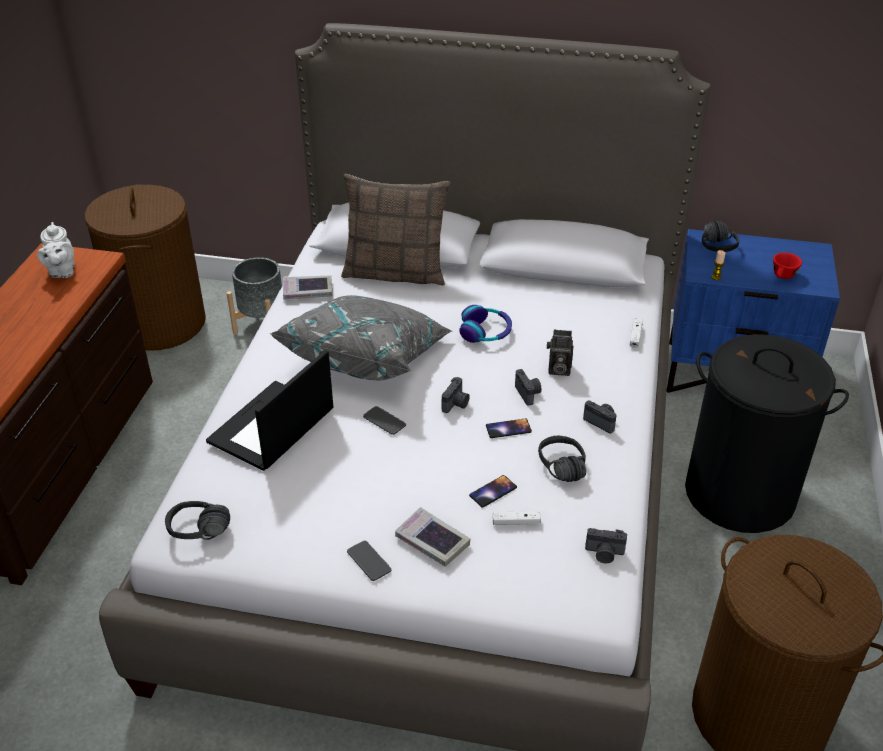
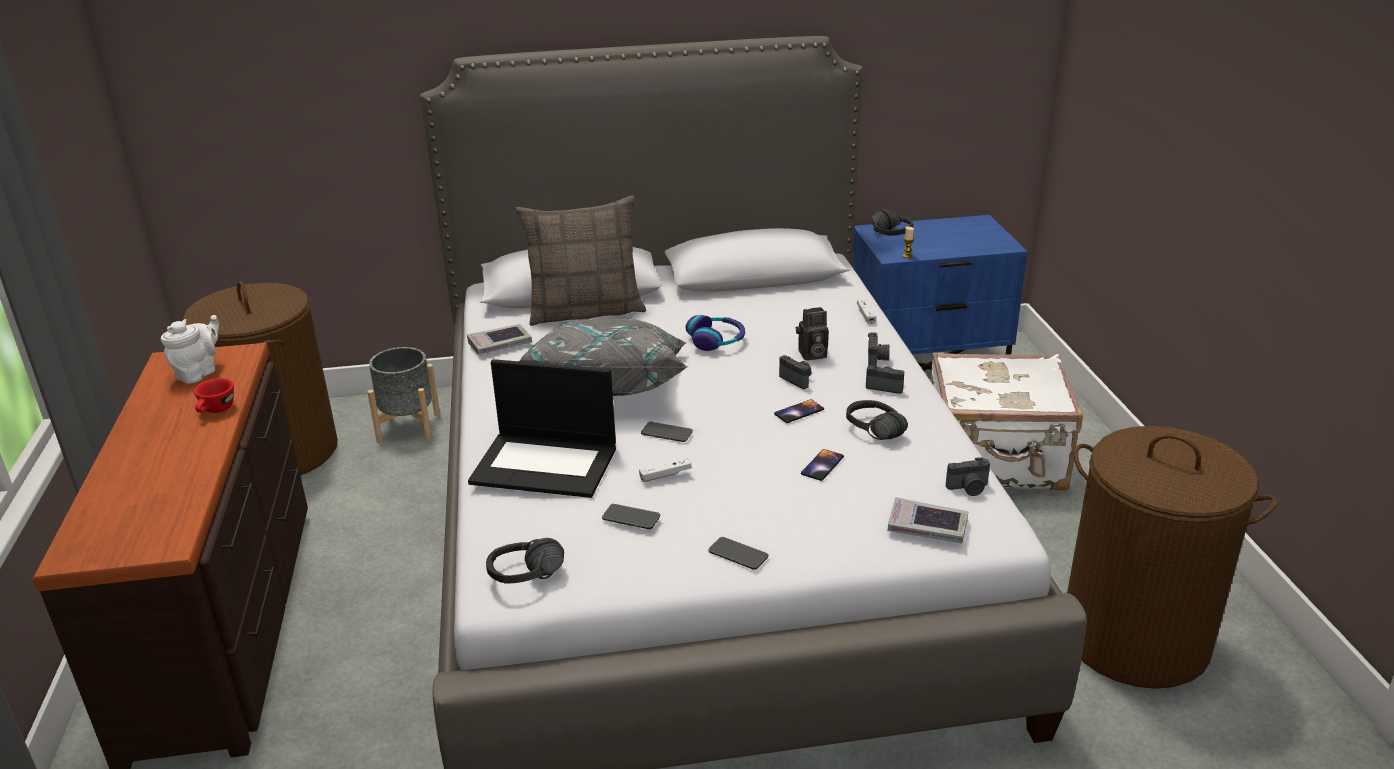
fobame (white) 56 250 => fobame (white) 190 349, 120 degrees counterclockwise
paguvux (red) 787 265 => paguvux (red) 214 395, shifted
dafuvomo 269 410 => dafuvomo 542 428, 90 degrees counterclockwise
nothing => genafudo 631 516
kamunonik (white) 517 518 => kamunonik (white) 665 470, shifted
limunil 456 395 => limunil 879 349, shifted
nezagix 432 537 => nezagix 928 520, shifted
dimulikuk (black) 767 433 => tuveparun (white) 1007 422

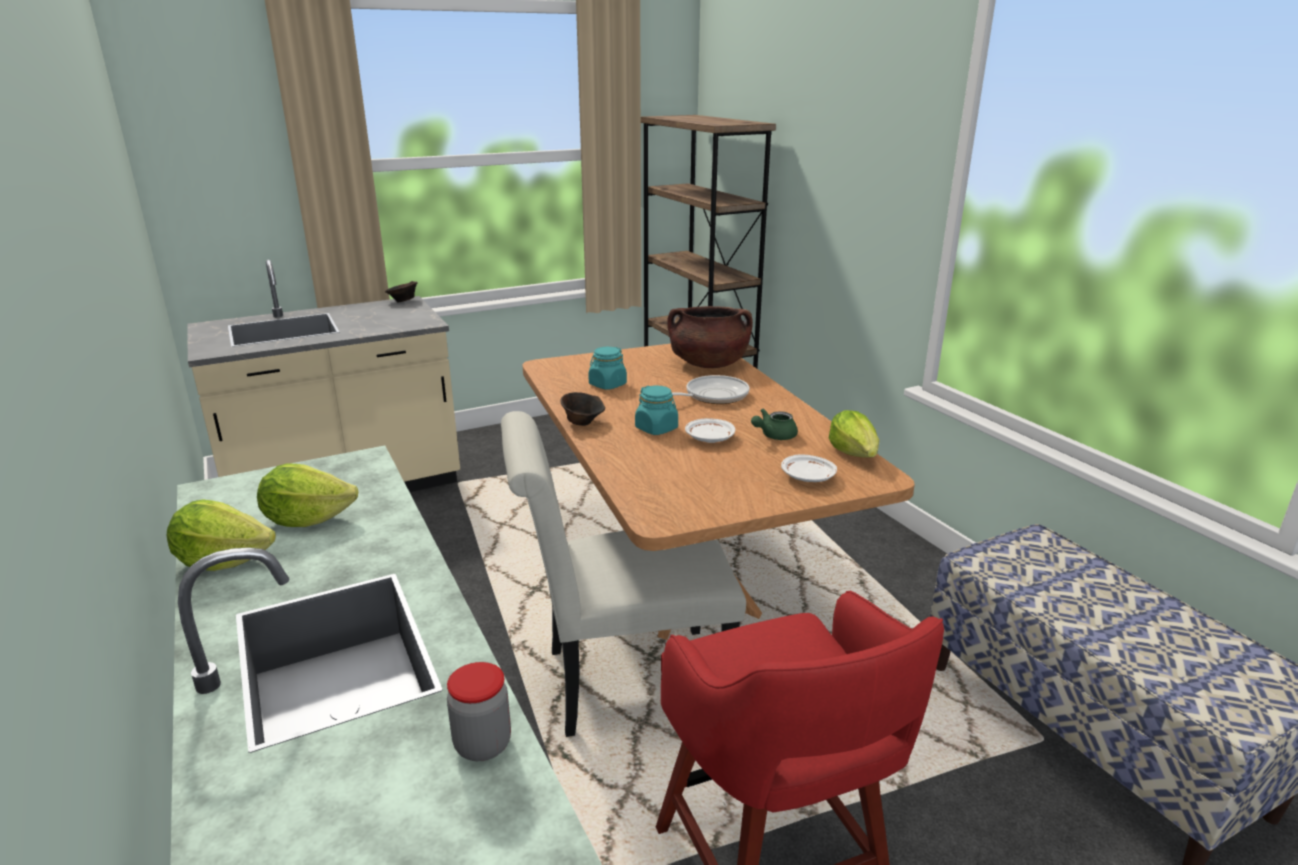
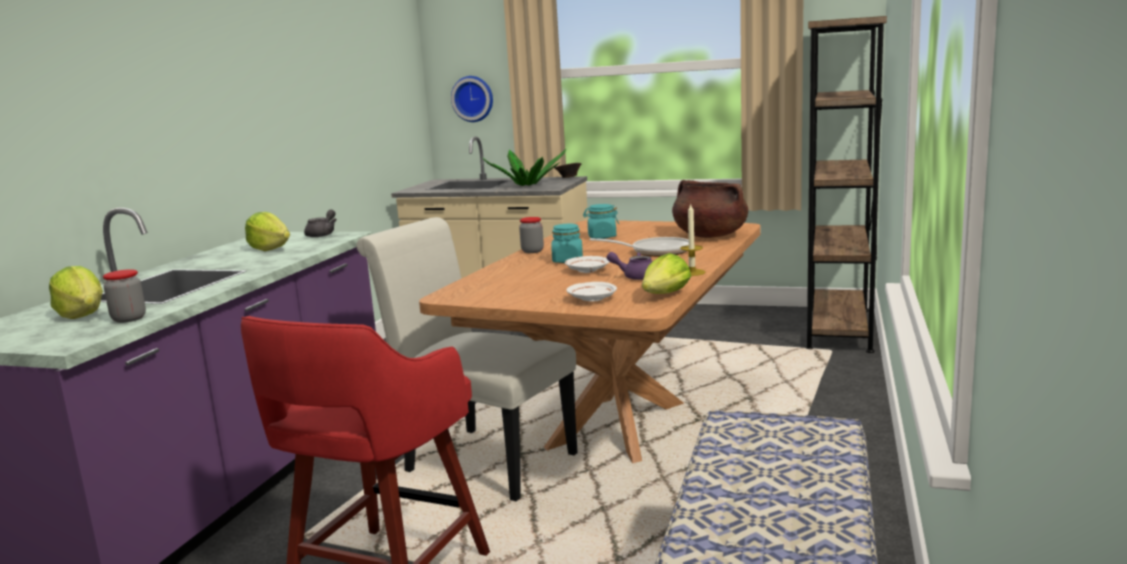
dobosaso 221 535 => dobosaso 76 292, shifted
nothing => fobame (grey) 320 223
nothing => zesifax 472 99
nothing => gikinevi 524 167
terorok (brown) 582 409 => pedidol 531 235
fobame (green) 774 424 => fobame (purple) 629 266
nothing => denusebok 692 239

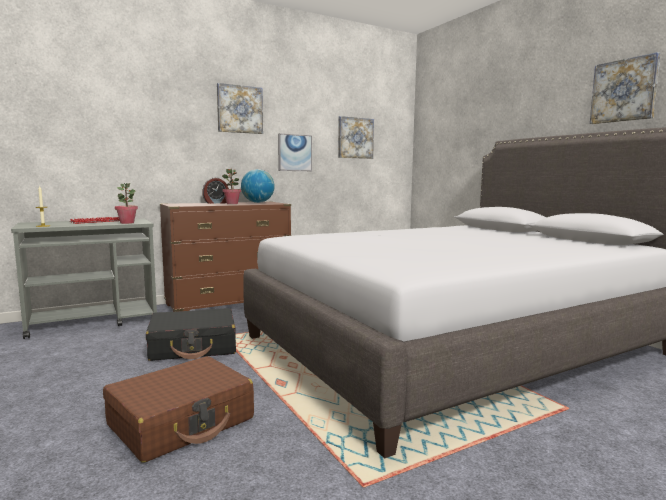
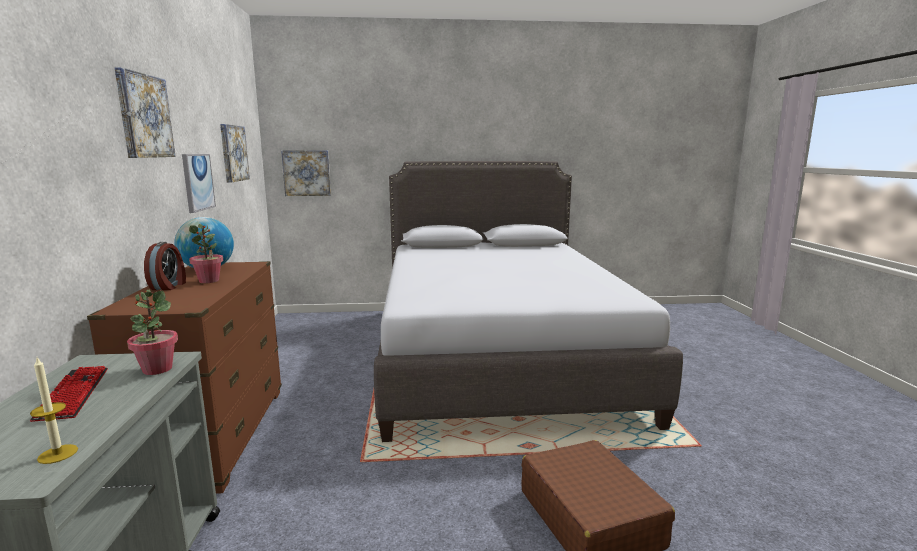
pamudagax 625 88 => pamudagax 306 173, shifted
tuveparun (black) 191 334 => nothing

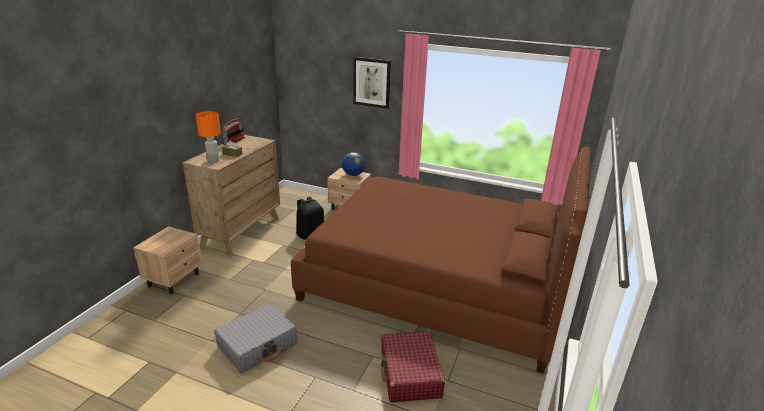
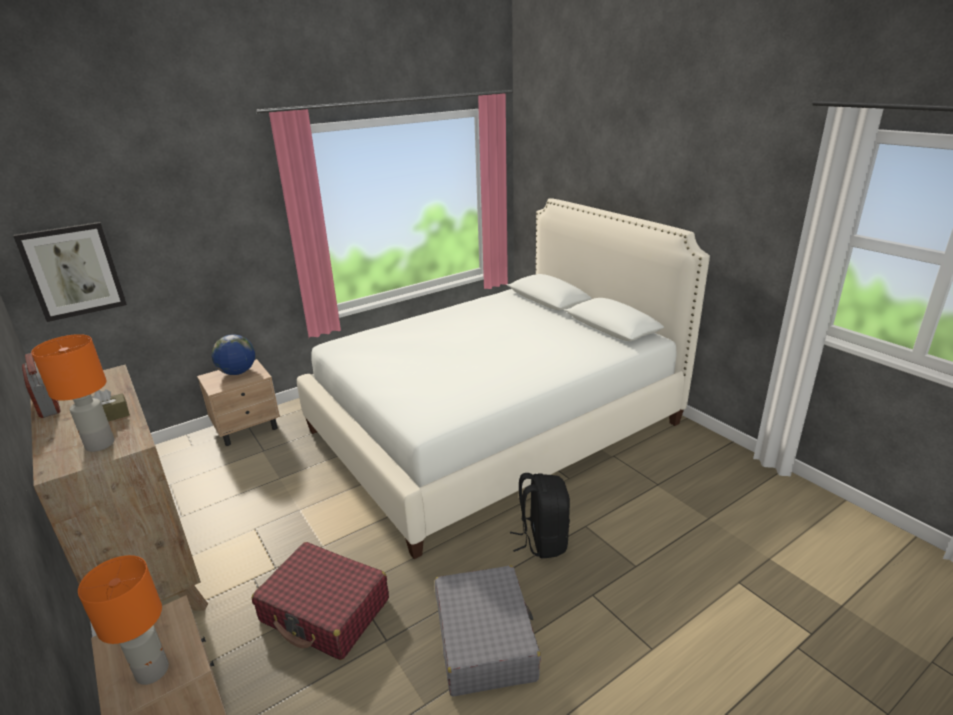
pamudagax 372 83 => pamudagax 70 272, shifted
nothing => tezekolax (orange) 123 620
tuveparun (red) 413 366 => tuveparun (red) 320 601, shifted
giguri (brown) 441 260 => giguri (white) 503 378
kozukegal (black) 310 218 => kozukegal (black) 540 515, shifted

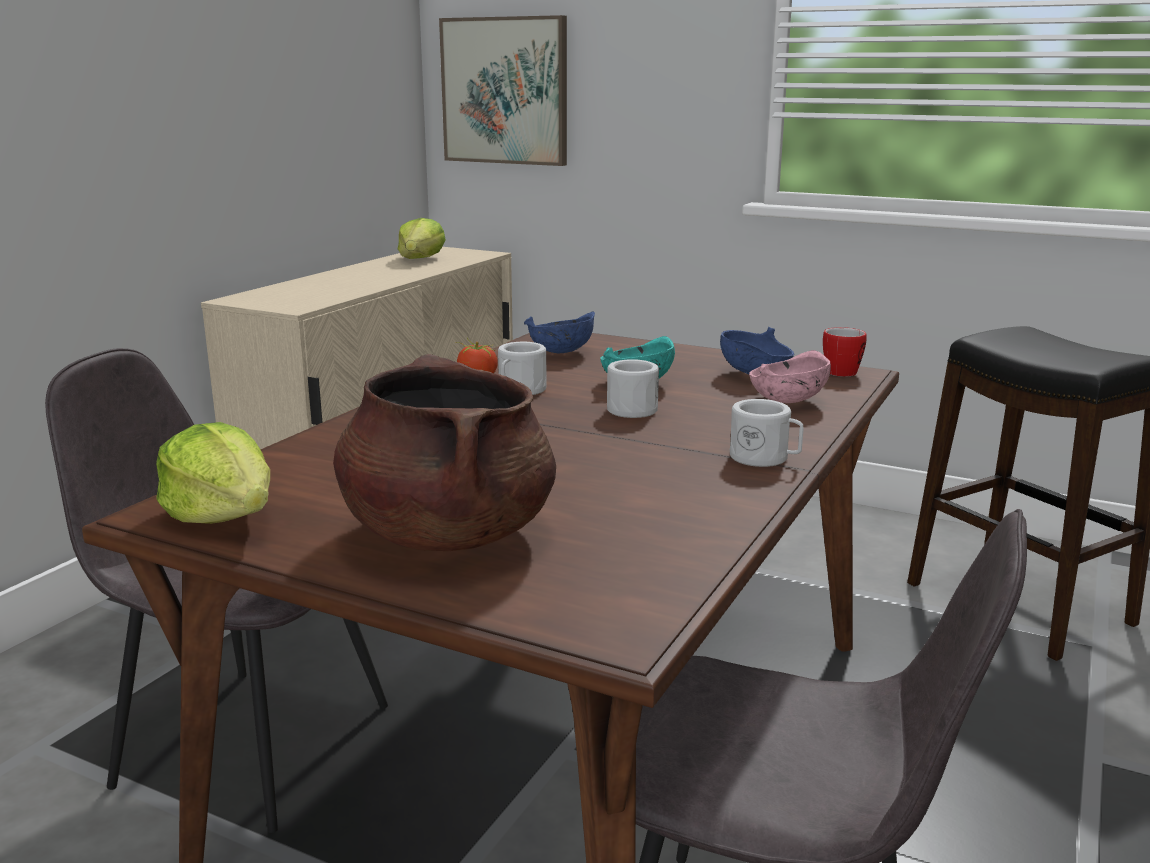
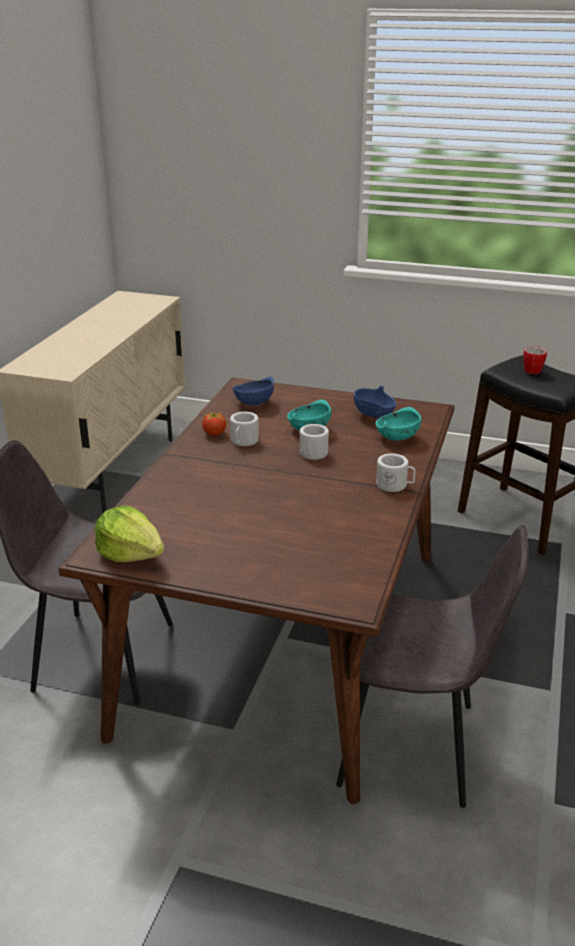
terorok (pink) 790 376 => terorok (turquoise) 398 424
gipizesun 845 352 => gipizesun 535 360, shifted
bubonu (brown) 444 452 => nothing
dobosaso 422 238 => nothing
pamudagax 503 90 => nothing

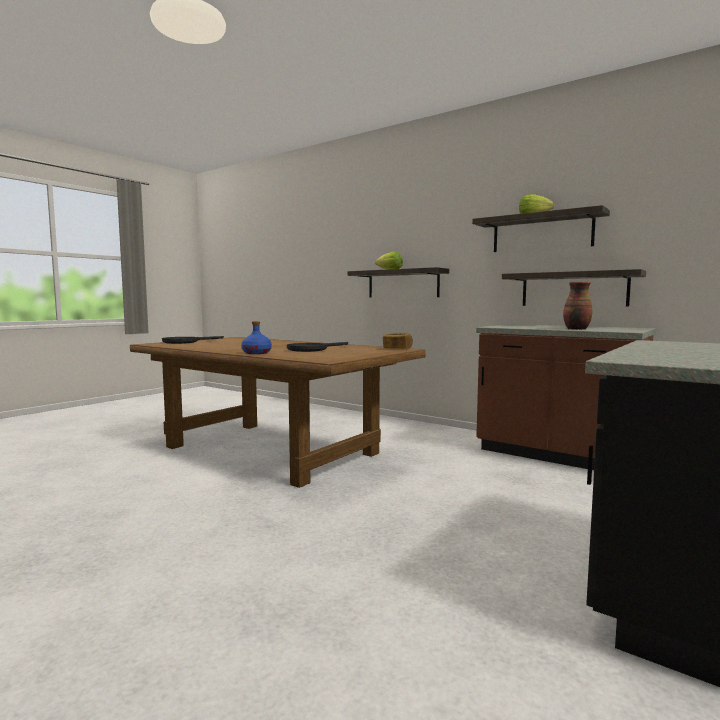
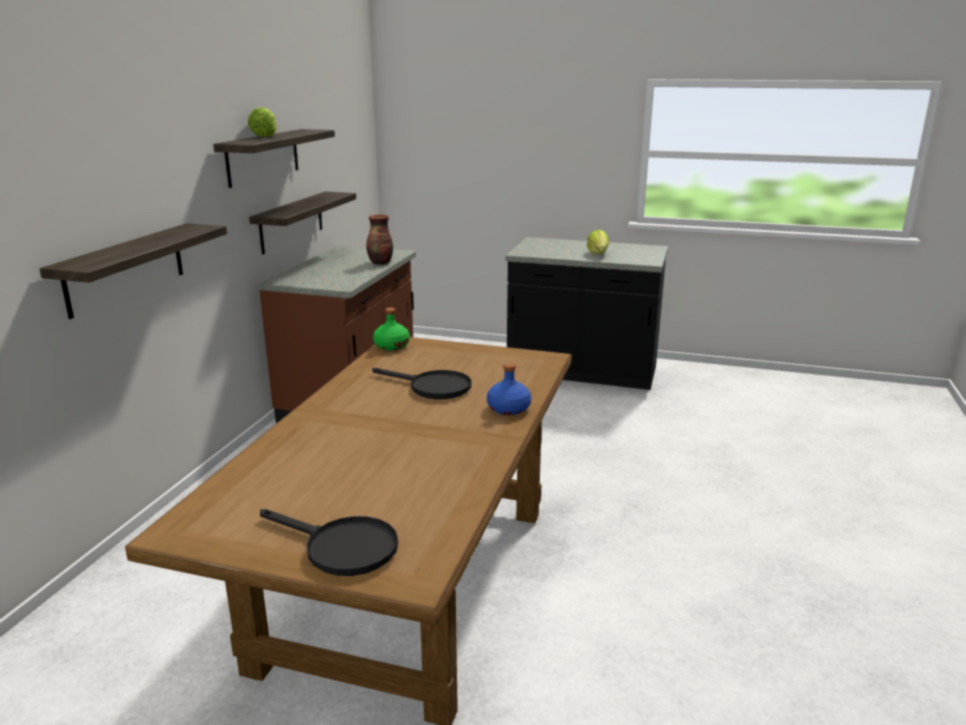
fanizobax 398 340 => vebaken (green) 391 328
dobosaso 389 260 => dobosaso 598 242, shifted

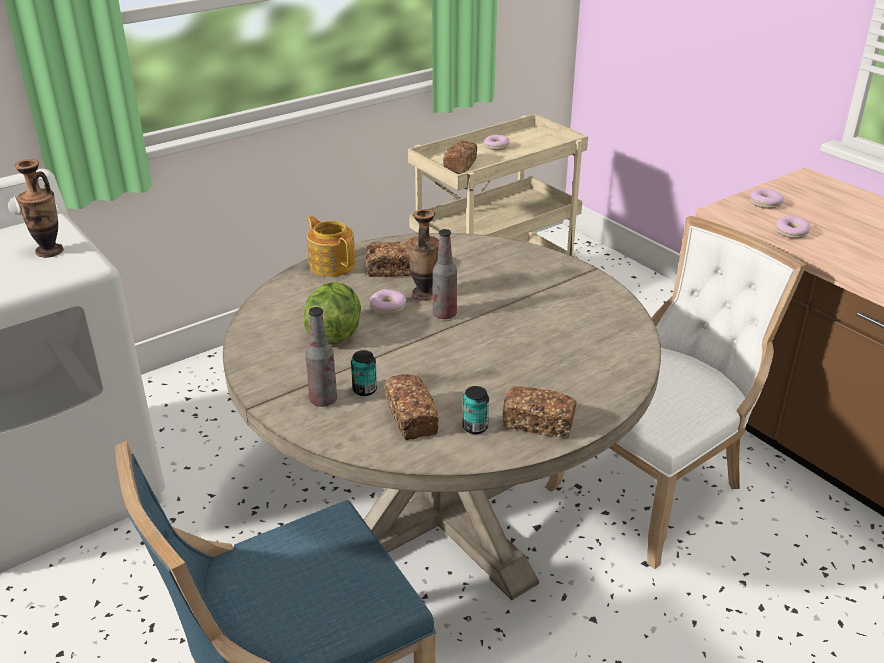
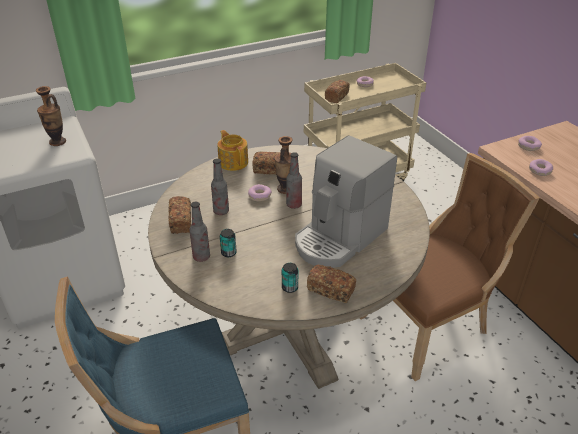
fanizobax 411 407 => fanizobax 180 215, shifted
dobosaso 332 313 => vebaken 220 187
nothing => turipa 346 201
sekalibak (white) 675 392 => sekalibak (brown) 450 267

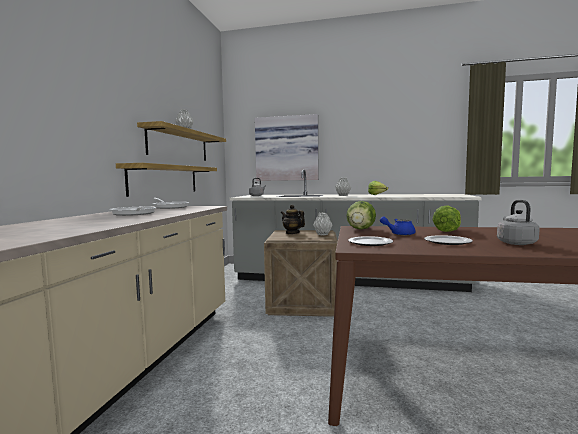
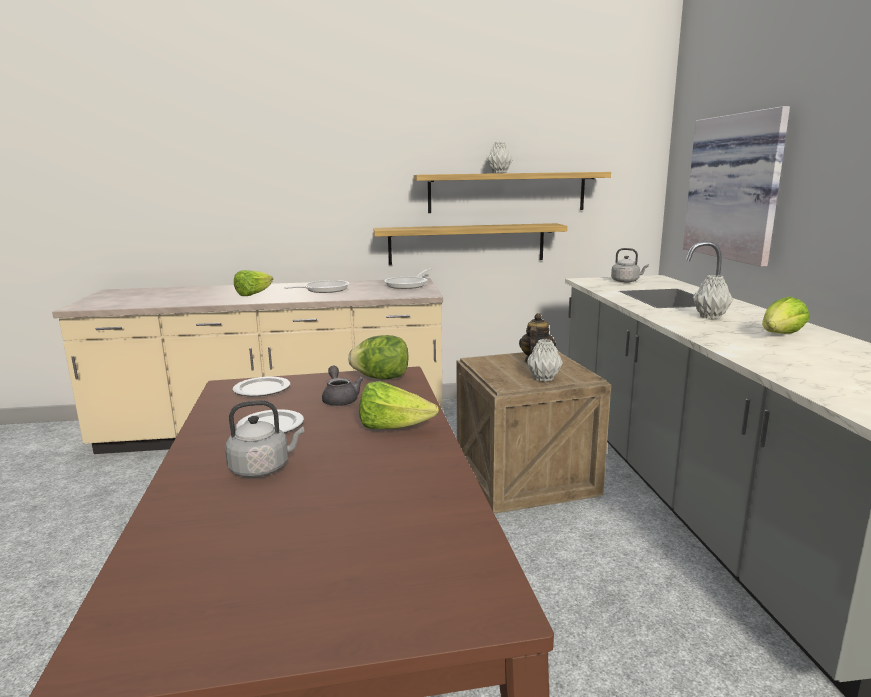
nothing => dobosaso 253 283
fobame (blue) 398 225 => fobame (grey) 343 386

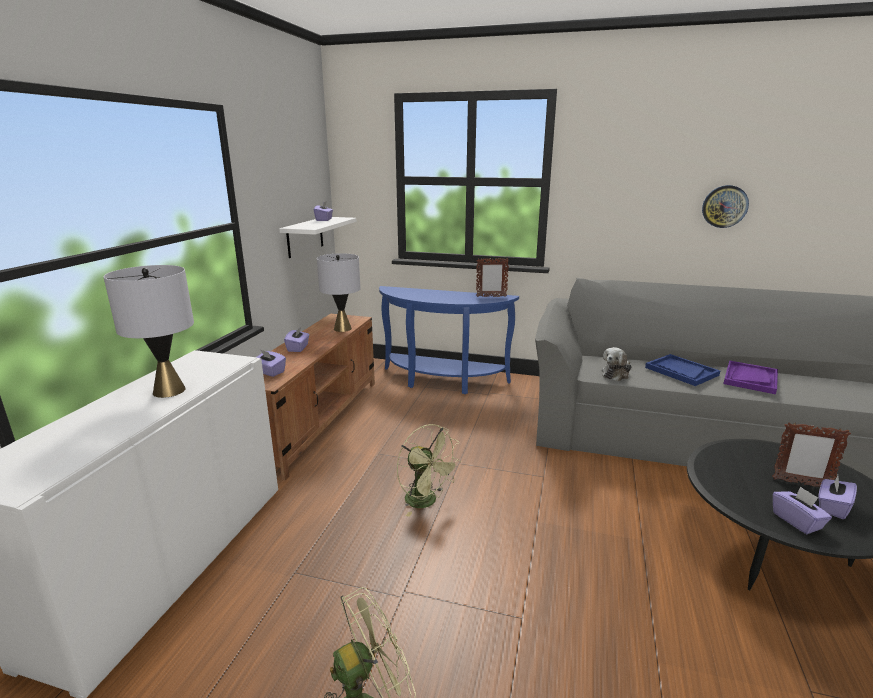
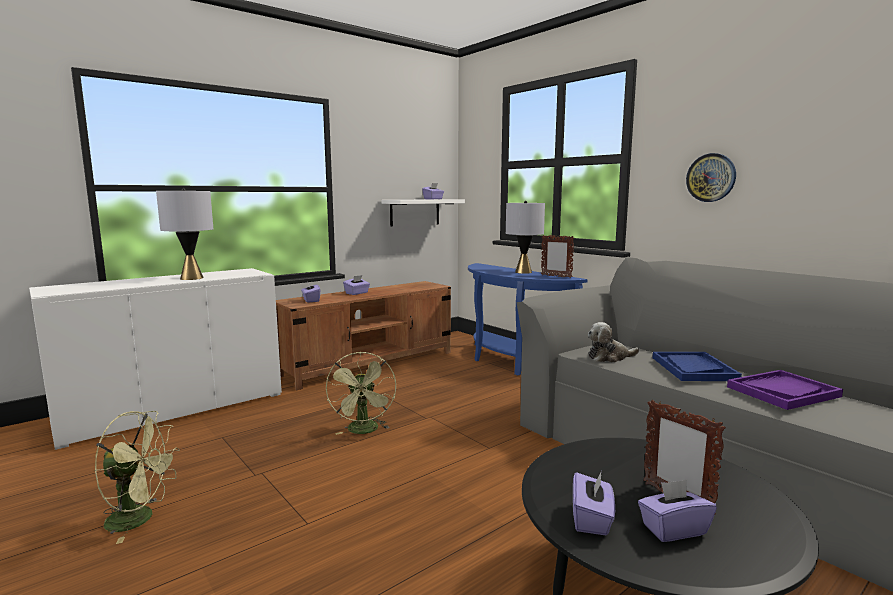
tezekolax (grey) 339 292 => tezekolax (grey) 525 237, shifted
zesifax 725 206 => zesifax 711 177, shifted

